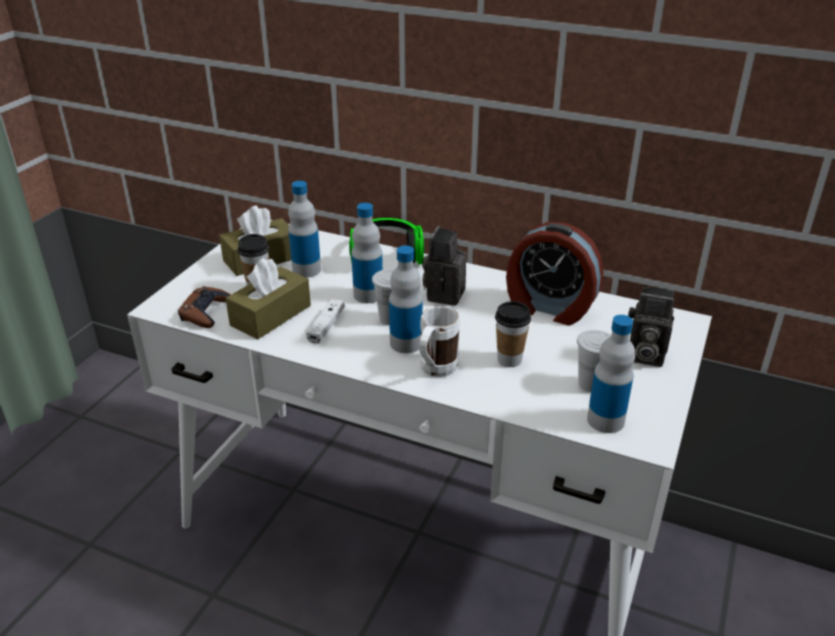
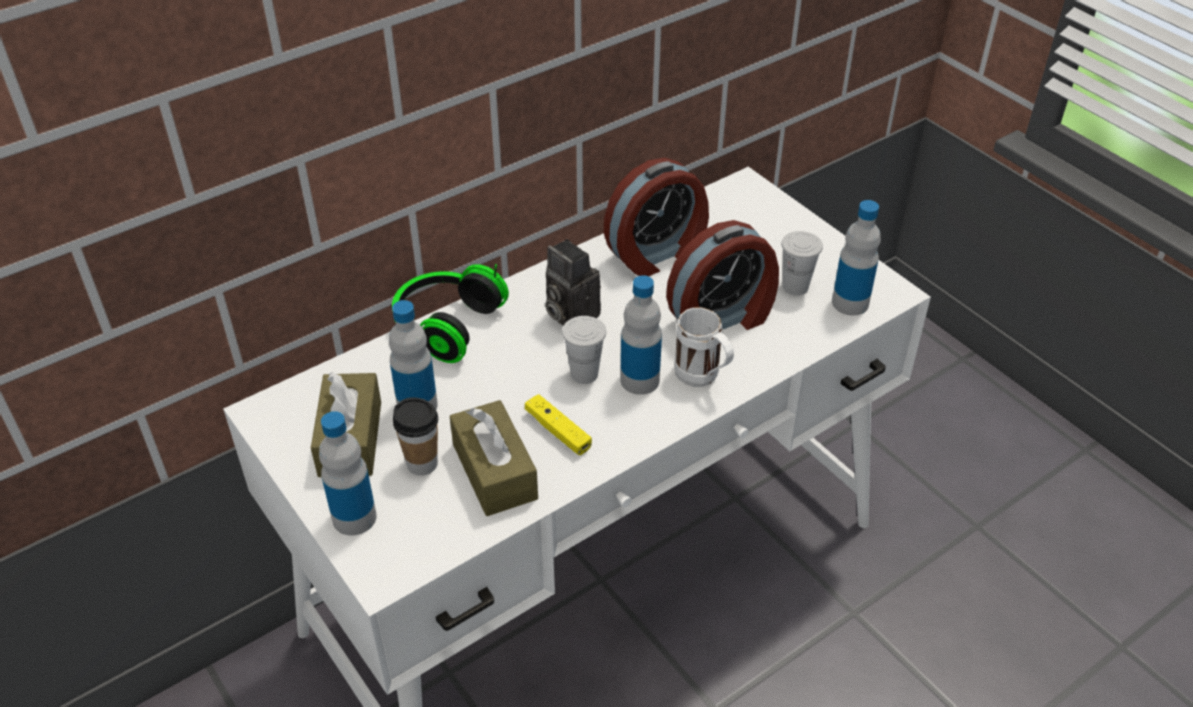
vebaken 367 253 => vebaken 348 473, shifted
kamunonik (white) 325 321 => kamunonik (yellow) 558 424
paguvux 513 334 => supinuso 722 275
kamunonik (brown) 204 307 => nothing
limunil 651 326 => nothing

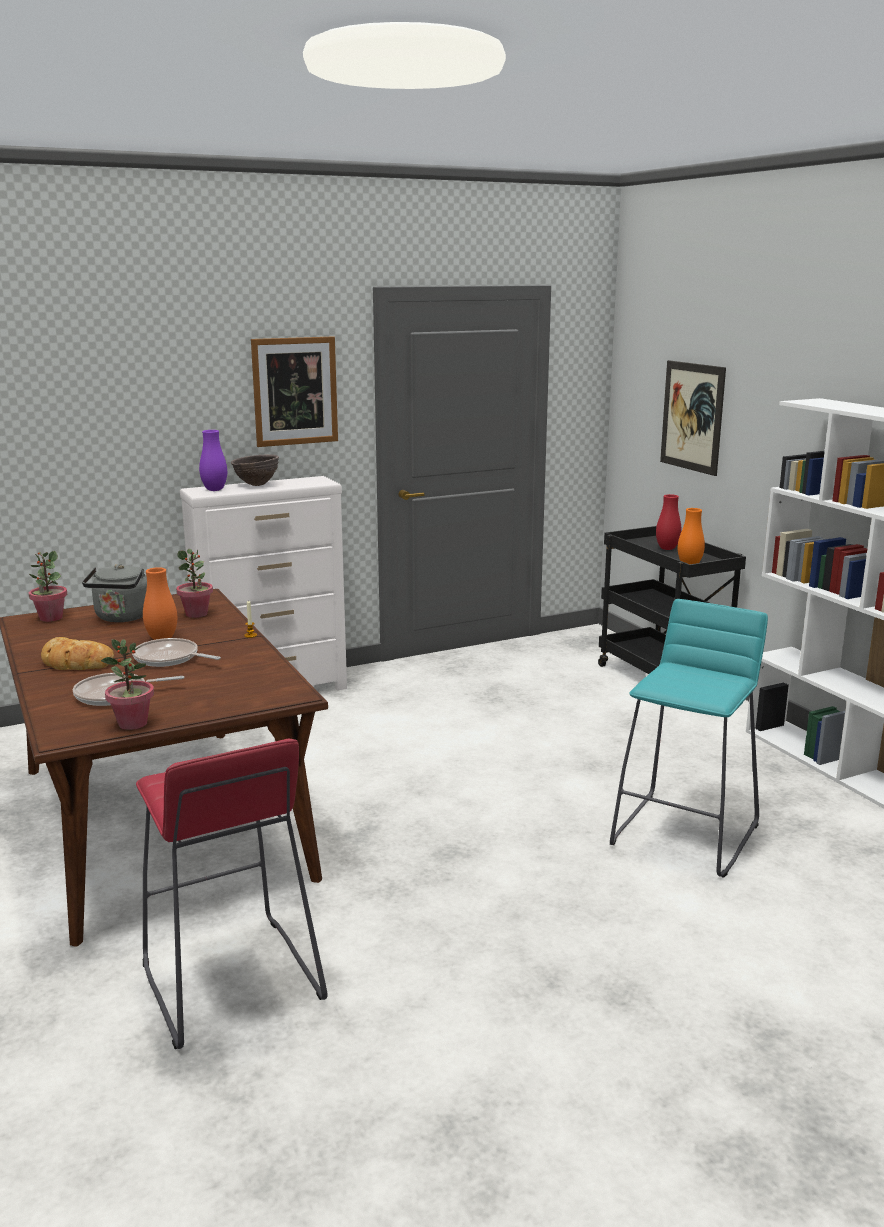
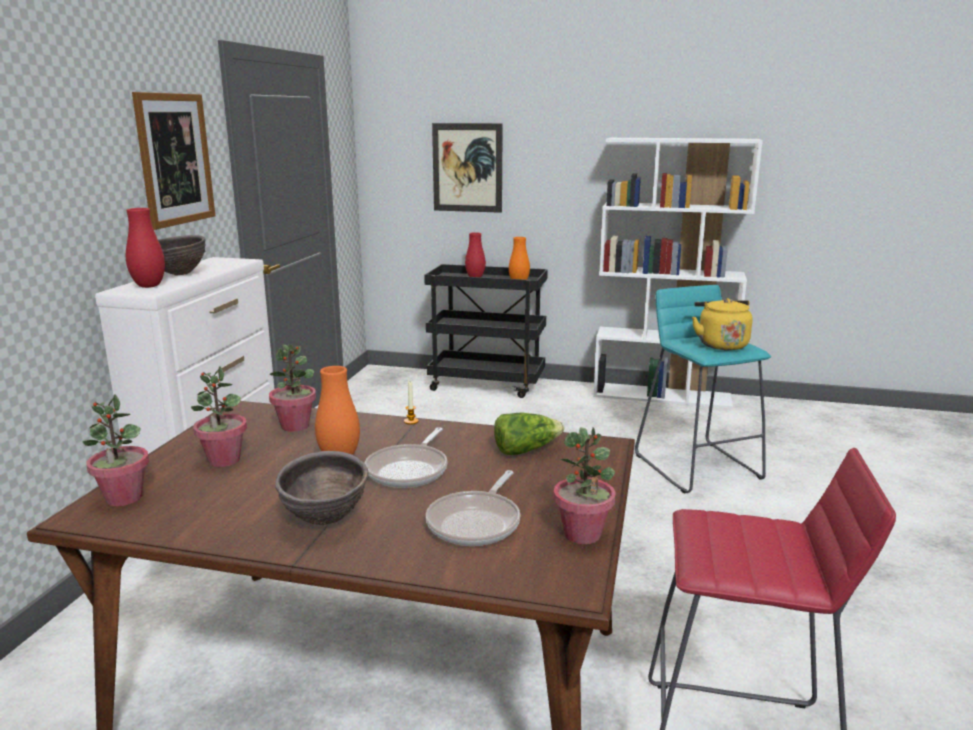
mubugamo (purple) 213 460 => mubugamo (red) 145 248
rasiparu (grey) 114 593 => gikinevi 219 416
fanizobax 77 653 => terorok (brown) 321 488
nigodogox 176 652 => nigodogox 406 457, 45 degrees counterclockwise
nothing => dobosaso 529 434
nothing => rasiparu (yellow) 722 324

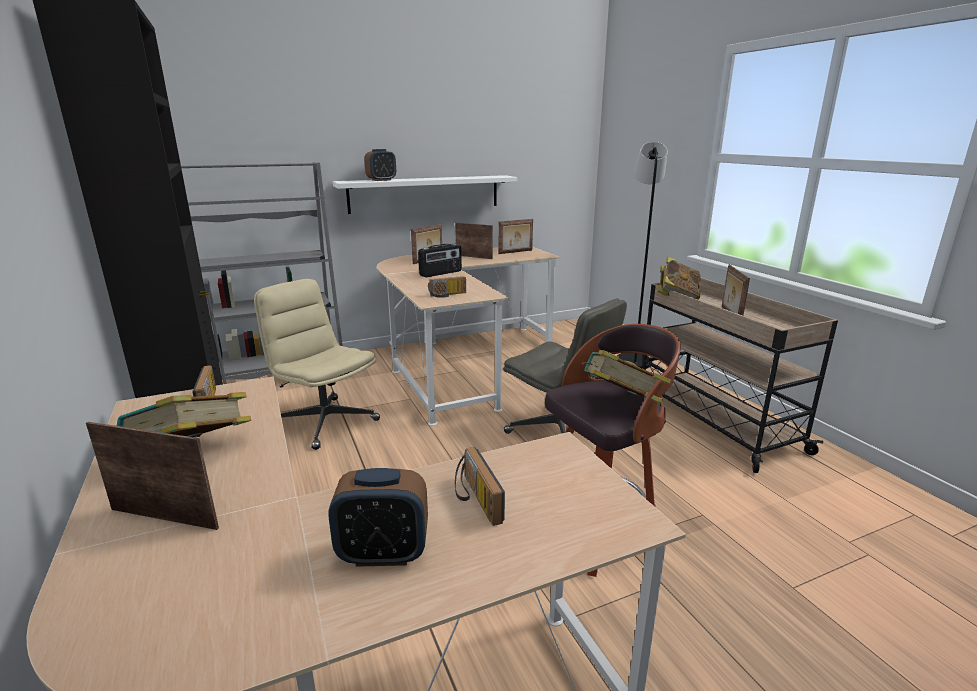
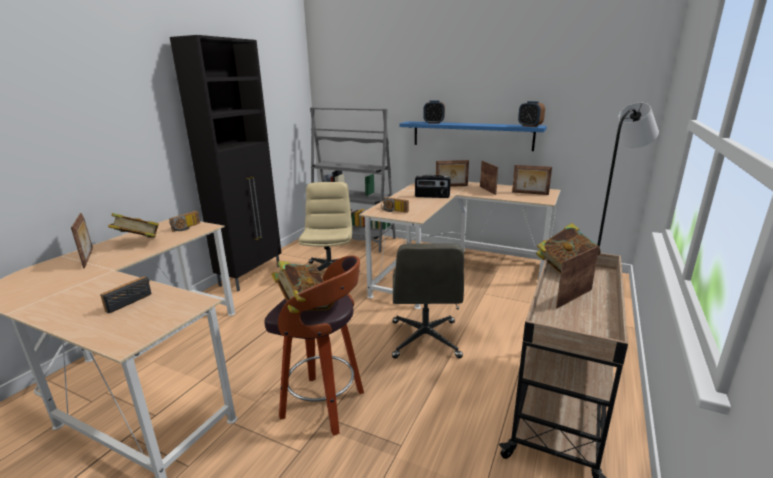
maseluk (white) 425 194 => maseluk (blue) 473 136
supinuso 378 517 => supinuso 531 114, shifted

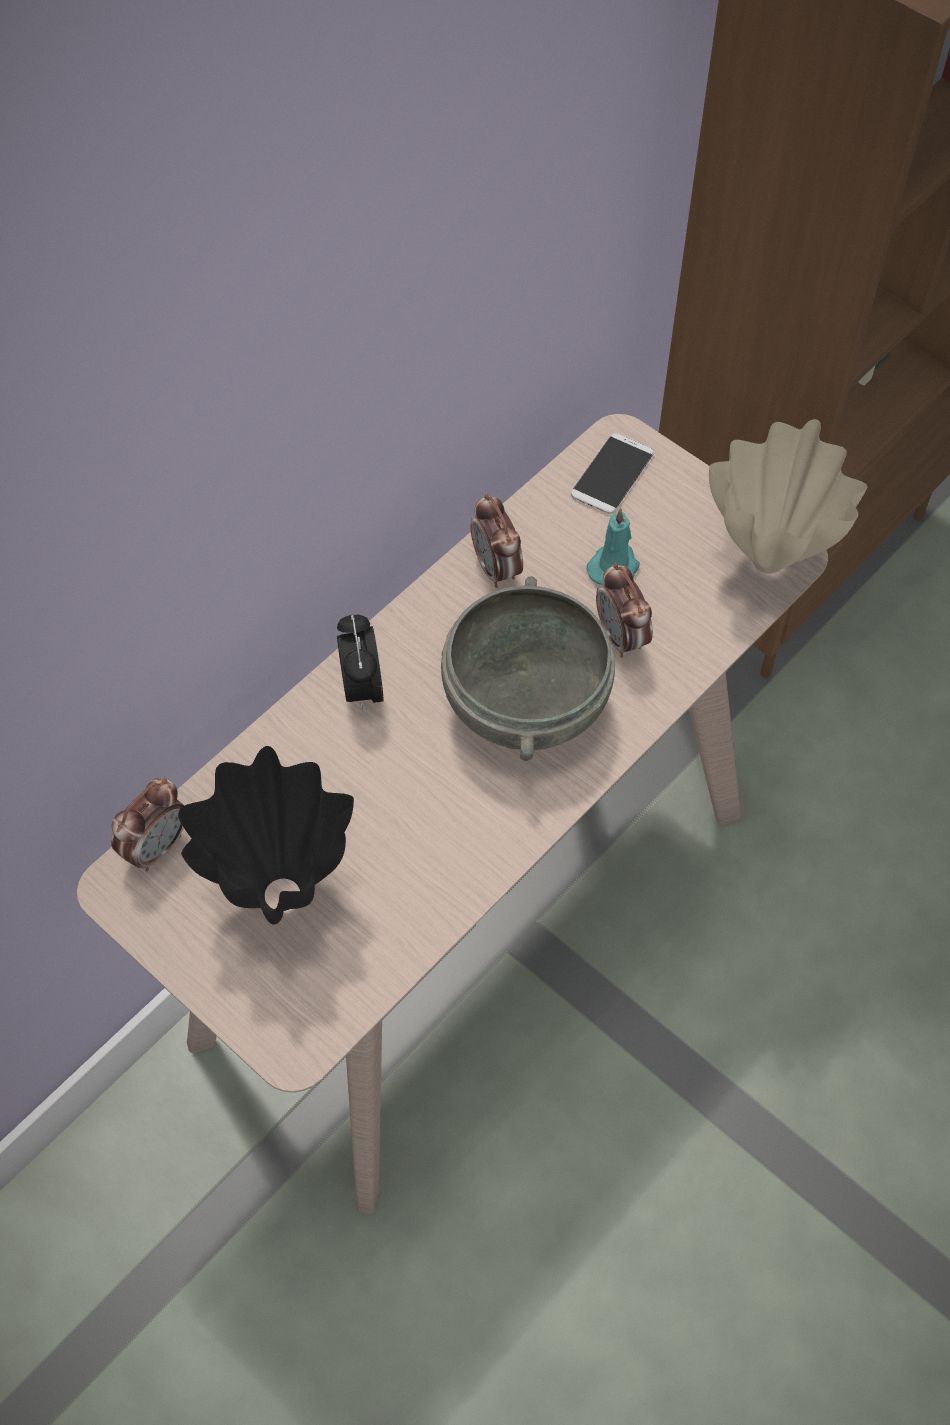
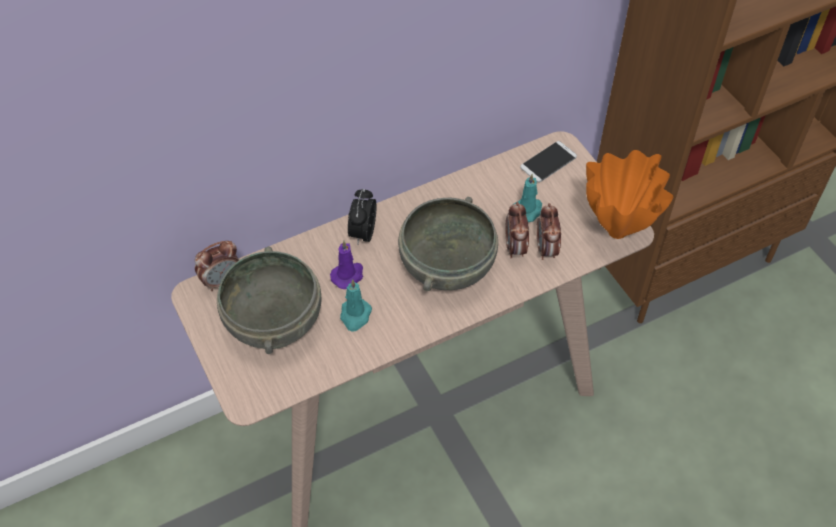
mubugamo (black) 266 835 => terorok (grey) 269 300
nothing => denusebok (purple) 346 264
nothing => denusebok (turquoise) 356 305
supinuso 497 540 => supinuso 549 231, shifted
mubugamo (beige) 788 496 => mubugamo (orange) 630 194

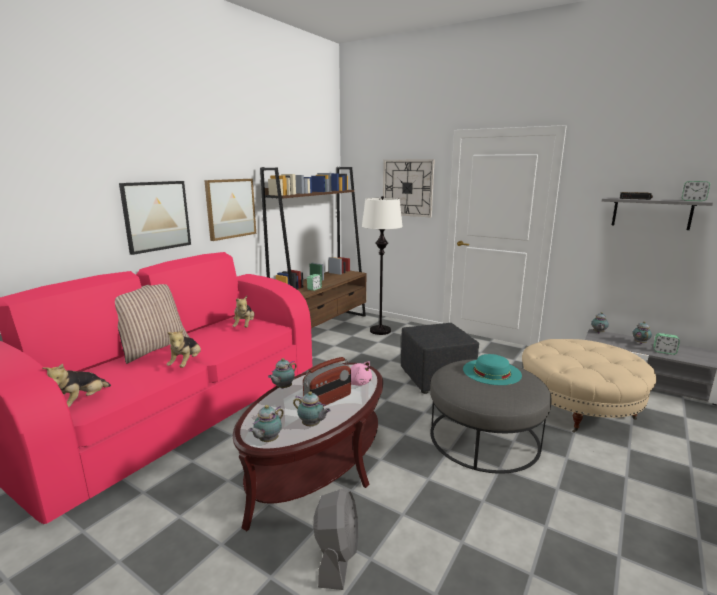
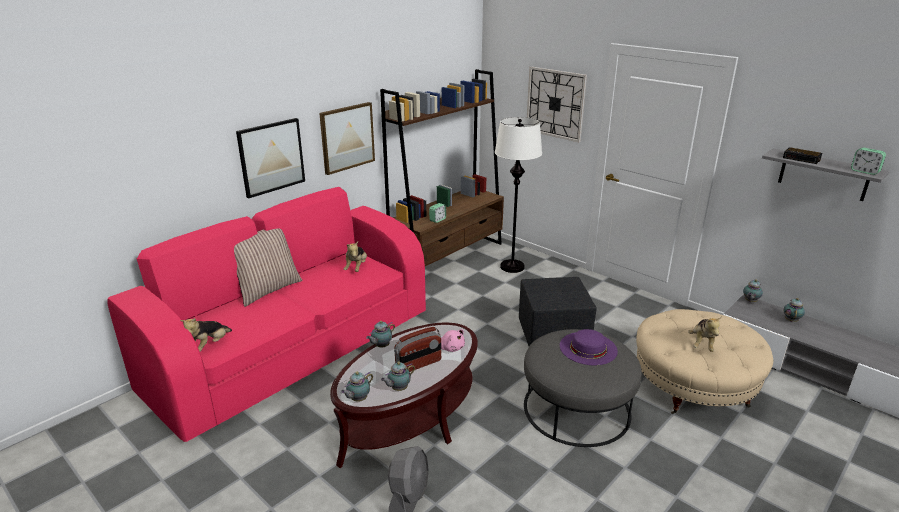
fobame 312 408 => fobame 398 376, 105 degrees clockwise
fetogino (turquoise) 492 369 => fetogino (purple) 589 347
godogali 184 348 => godogali 705 334, shifted
supinuso 666 344 => nothing

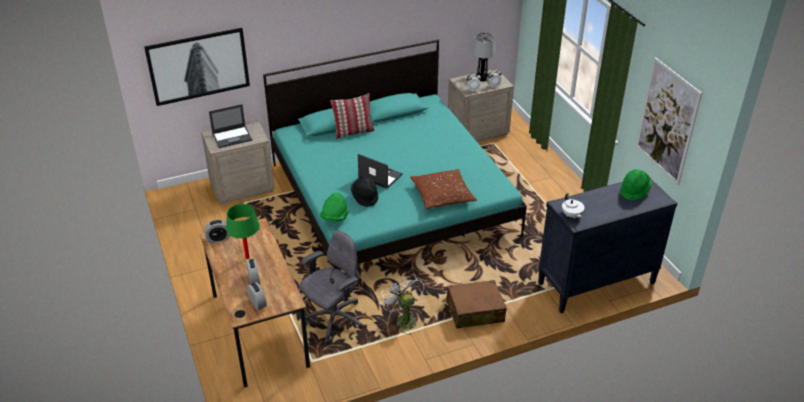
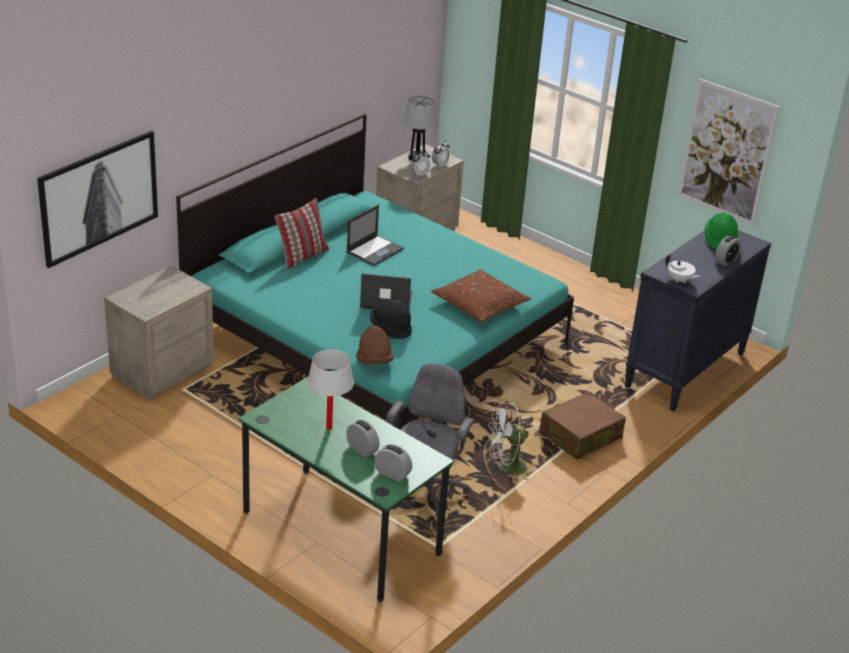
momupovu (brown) 255 302 => momupovu (green) 346 489
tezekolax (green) 243 231 => tezekolax (white) 330 389
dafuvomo 230 126 => dafuvomo 375 235, shifted
fetogino (green) 334 207 => fetogino (brown) 375 344
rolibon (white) 402 304 => rolibon (white) 510 442, 45 degrees counterclockwise
supinuso 217 231 => supinuso 728 250, shifted

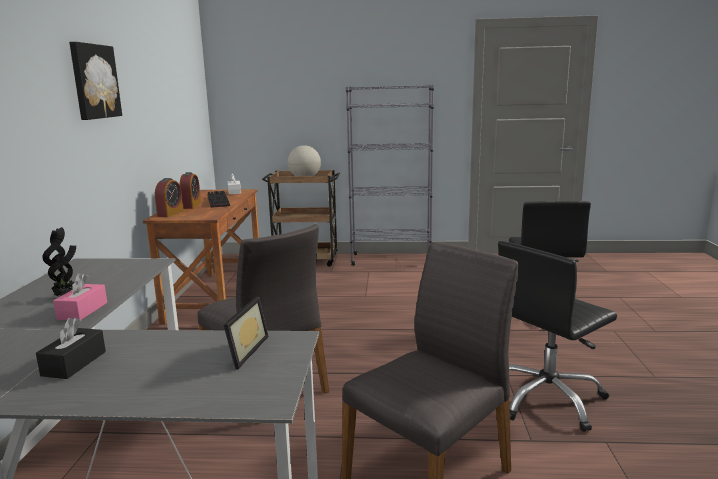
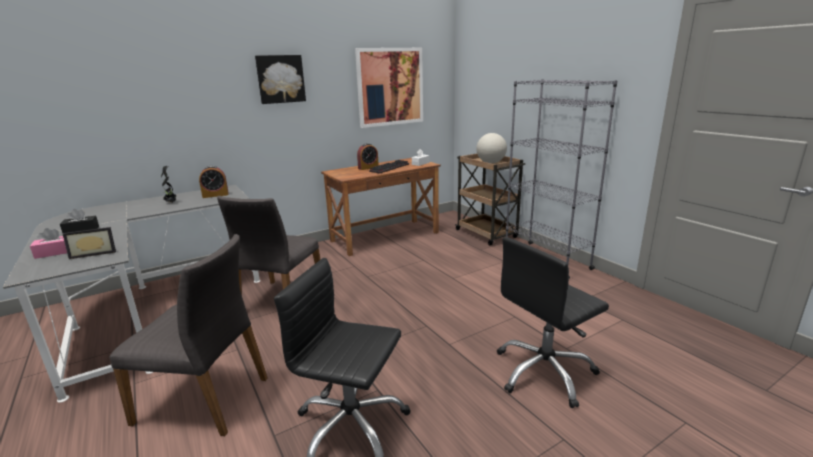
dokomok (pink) 80 296 => dokomok (pink) 48 243, shifted
supinuso 169 197 => supinuso 214 182, shifted
nothing => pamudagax 389 88

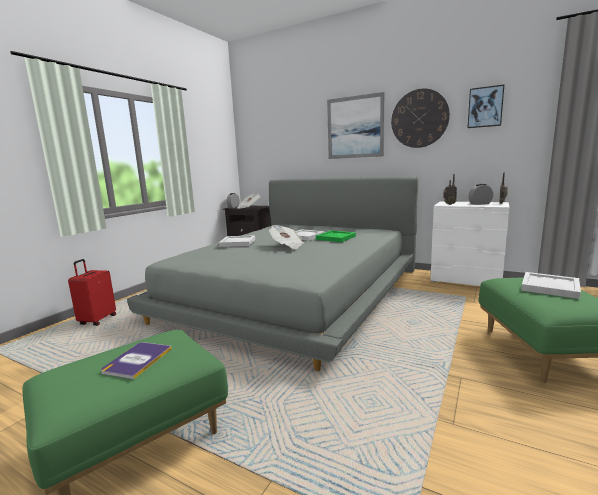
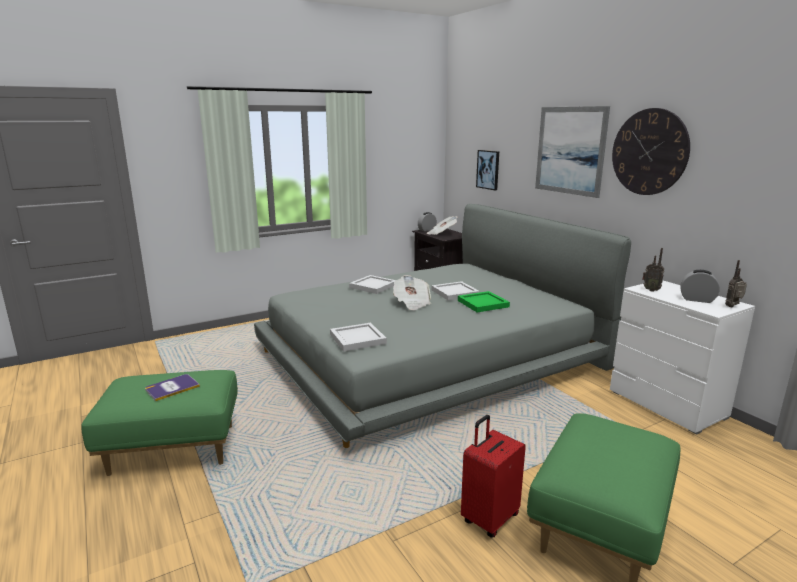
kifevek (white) 551 285 => kifevek (white) 358 337, shifted
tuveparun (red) 92 292 => tuveparun (red) 493 476, shifted
pamudagax 486 106 => pamudagax 487 170, shifted

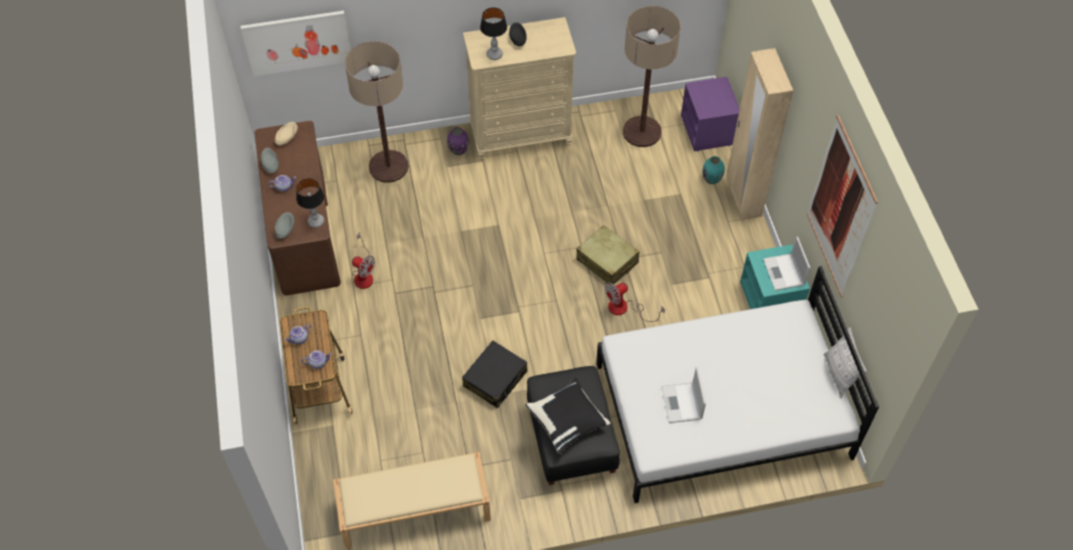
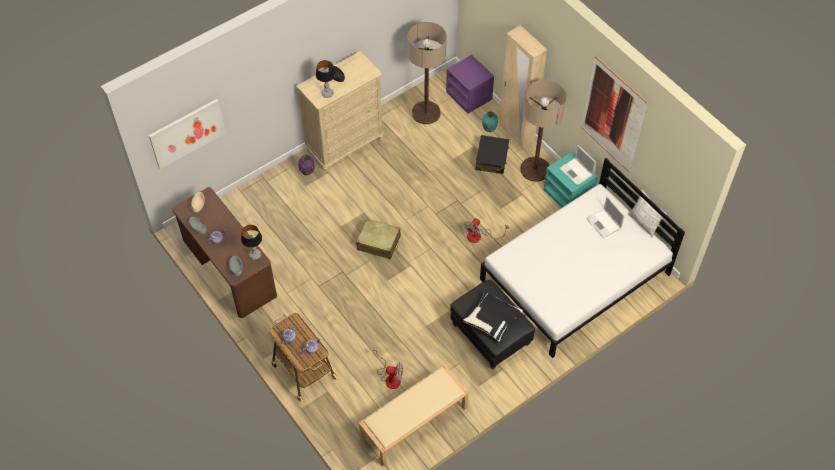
tuveparun (beige) 608 255 => tuveparun (beige) 378 239, shifted
rolibon 363 260 => rolibon 388 368, shifted
tuveparun (black) 494 374 => tuveparun (black) 492 154, shifted
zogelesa 377 112 => zogelesa 543 130, shifted
dafuvomo 684 395 => dafuvomo 605 217, shifted

